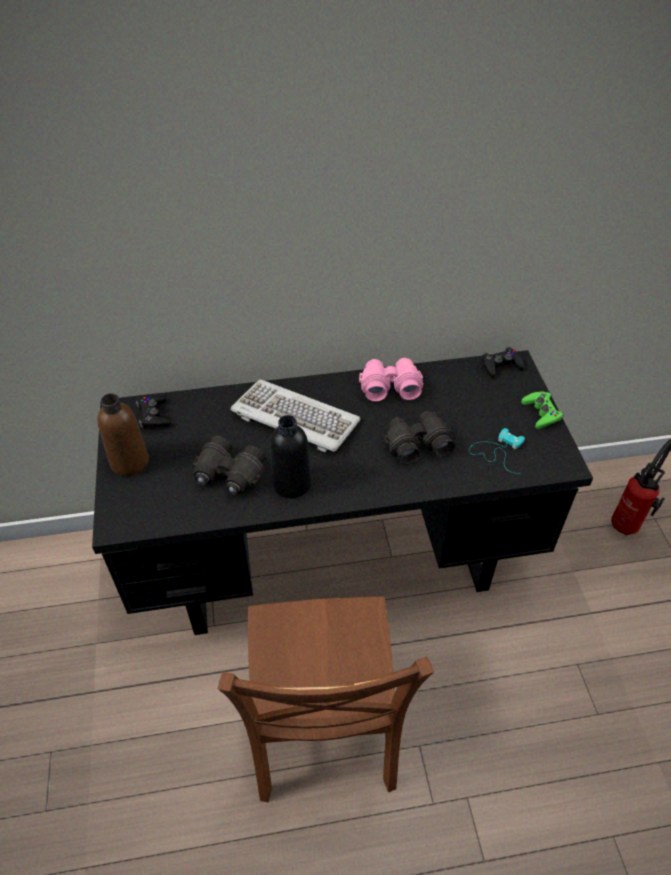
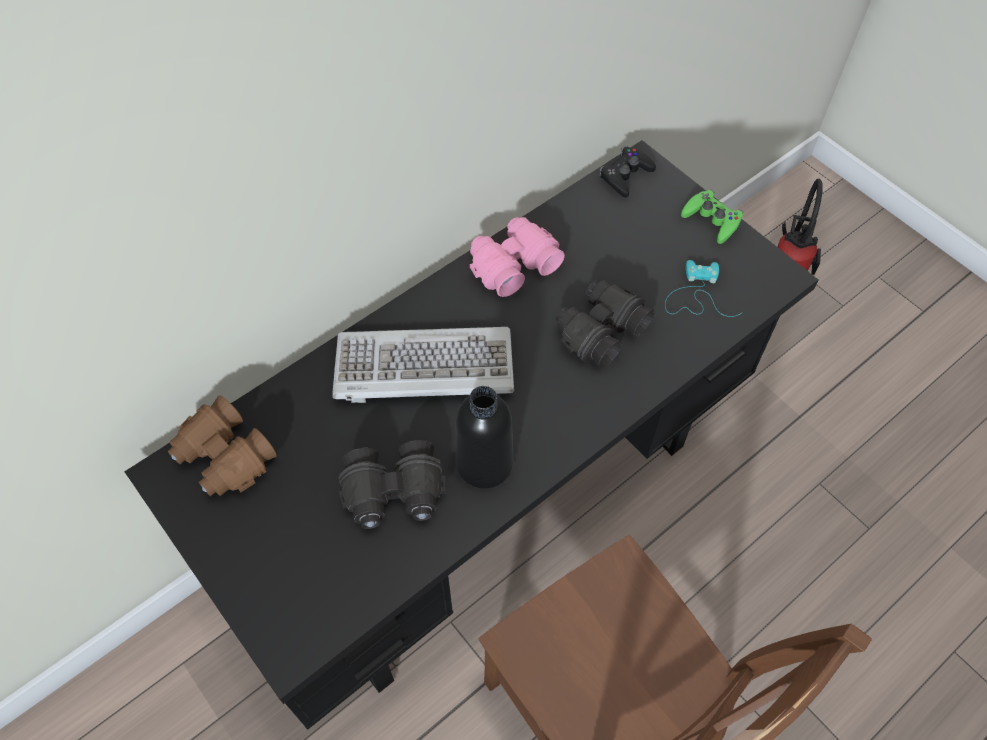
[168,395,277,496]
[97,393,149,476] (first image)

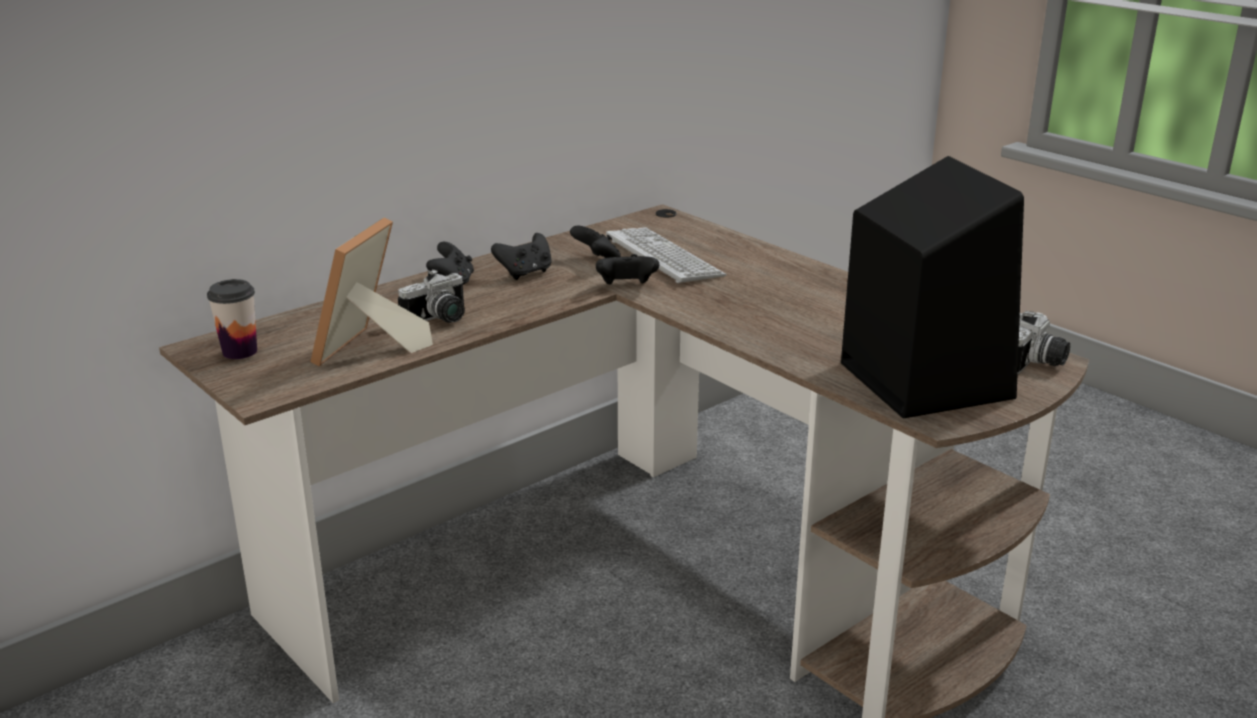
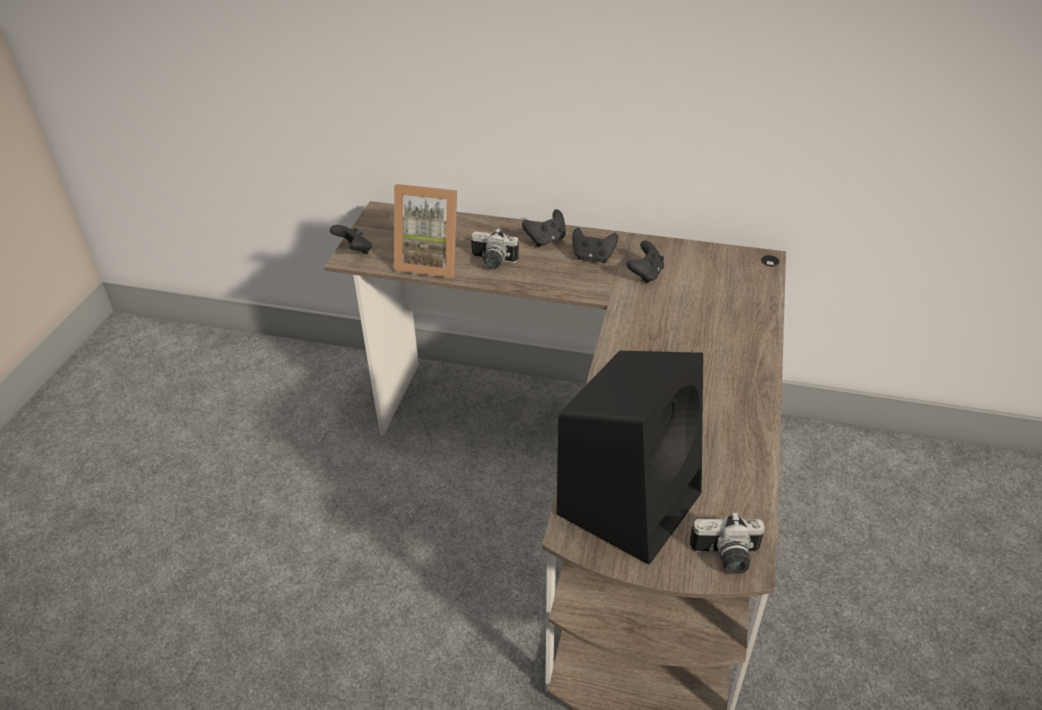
[330,225,372,254]
[394,184,457,278]
[207,279,257,359] (first image)
[606,227,726,283] (first image)

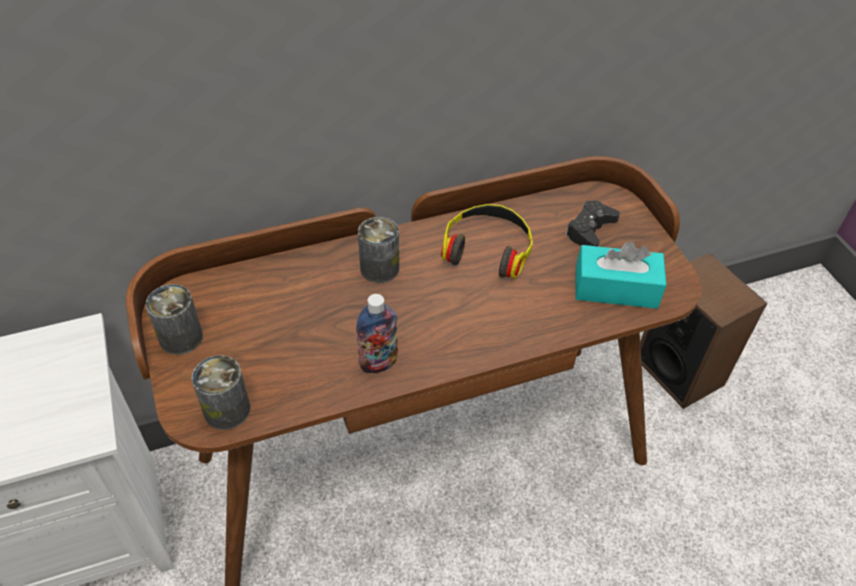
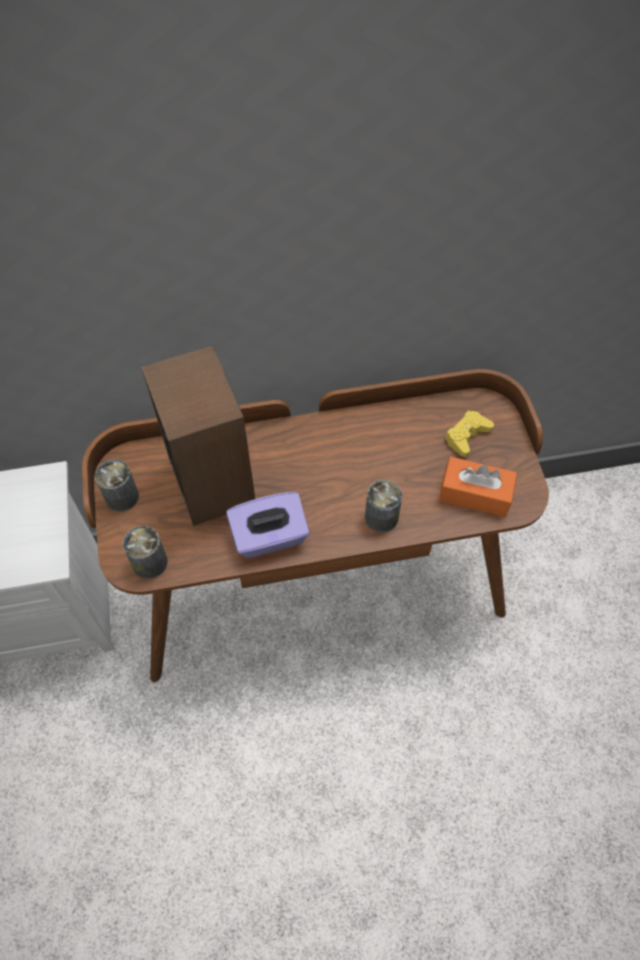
[141,346,255,526]
[226,492,309,558]
[365,480,402,532]
[439,457,517,517]
[445,410,494,457]
[441,204,533,279] (first image)

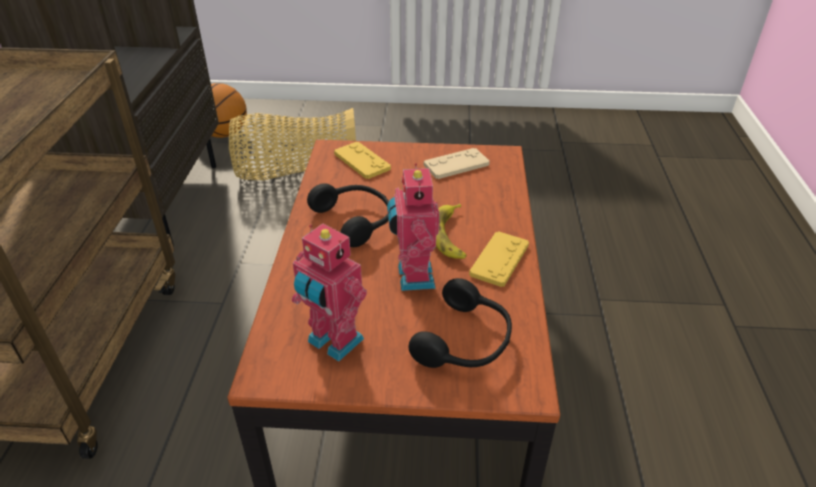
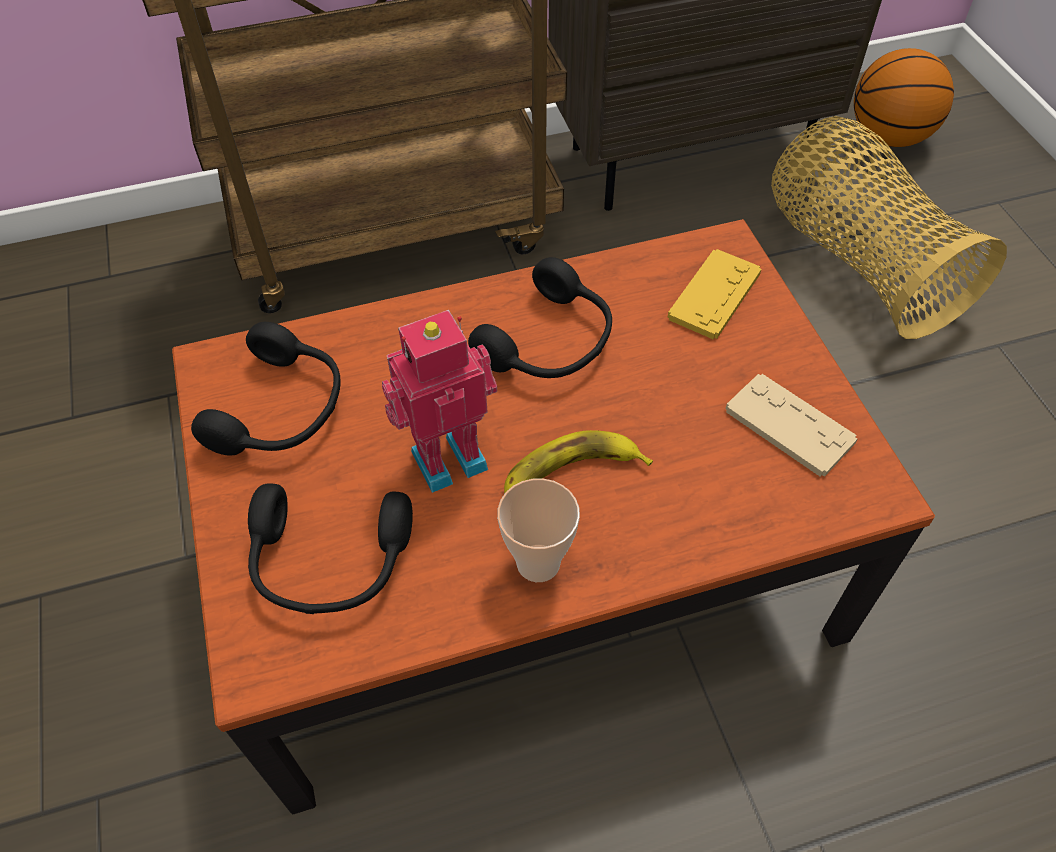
[191,322,341,456]
[497,478,580,582]

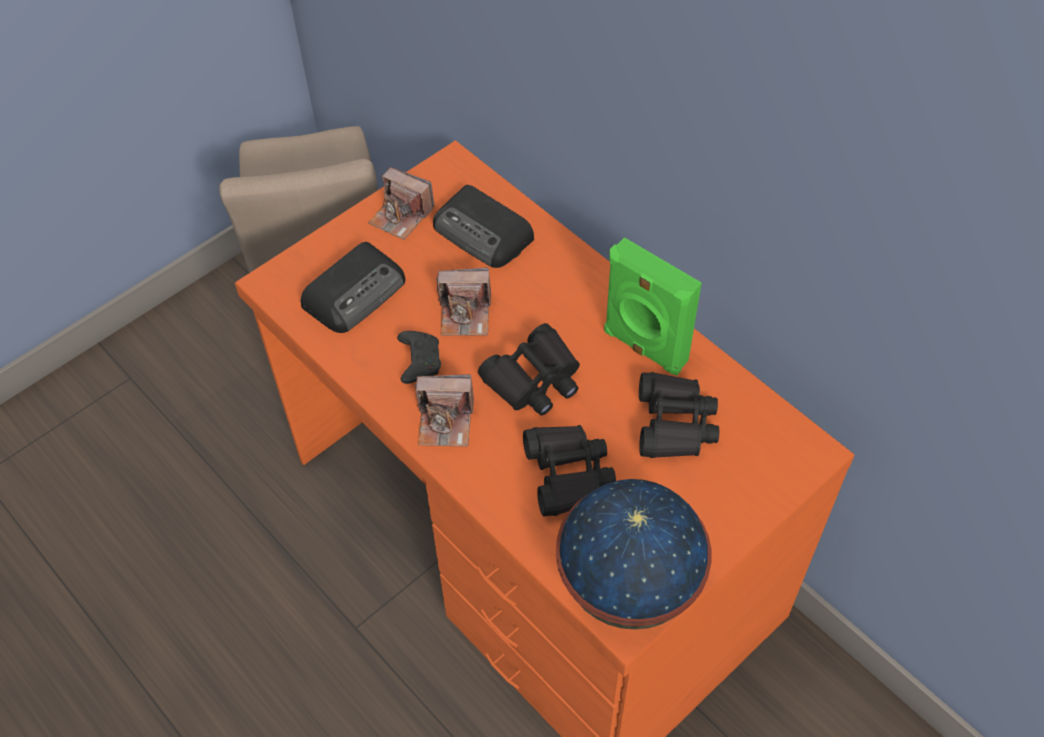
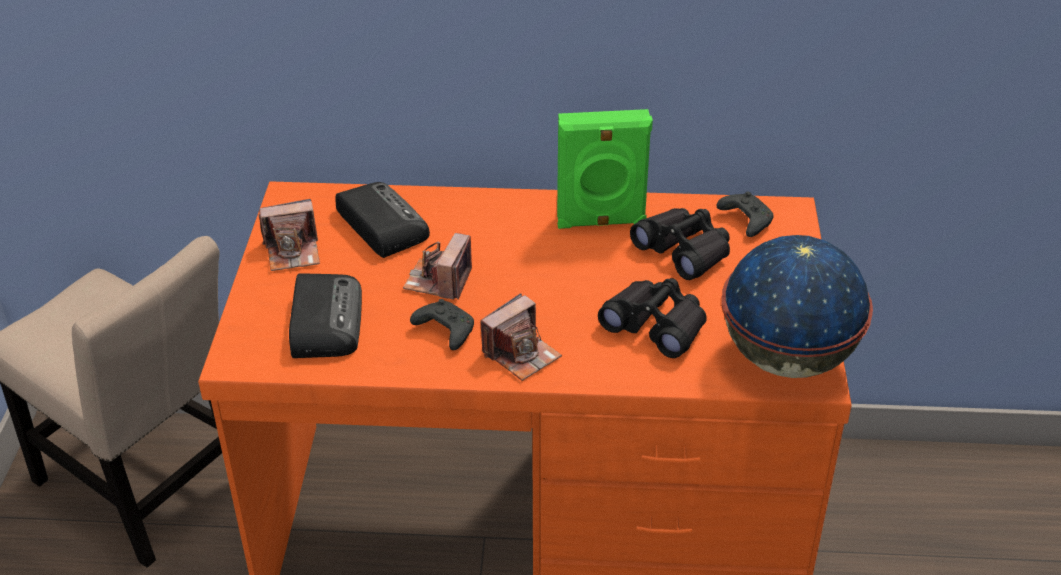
[335,182,430,258]
[403,233,472,300]
[716,191,774,237]
[478,323,580,416] (first image)

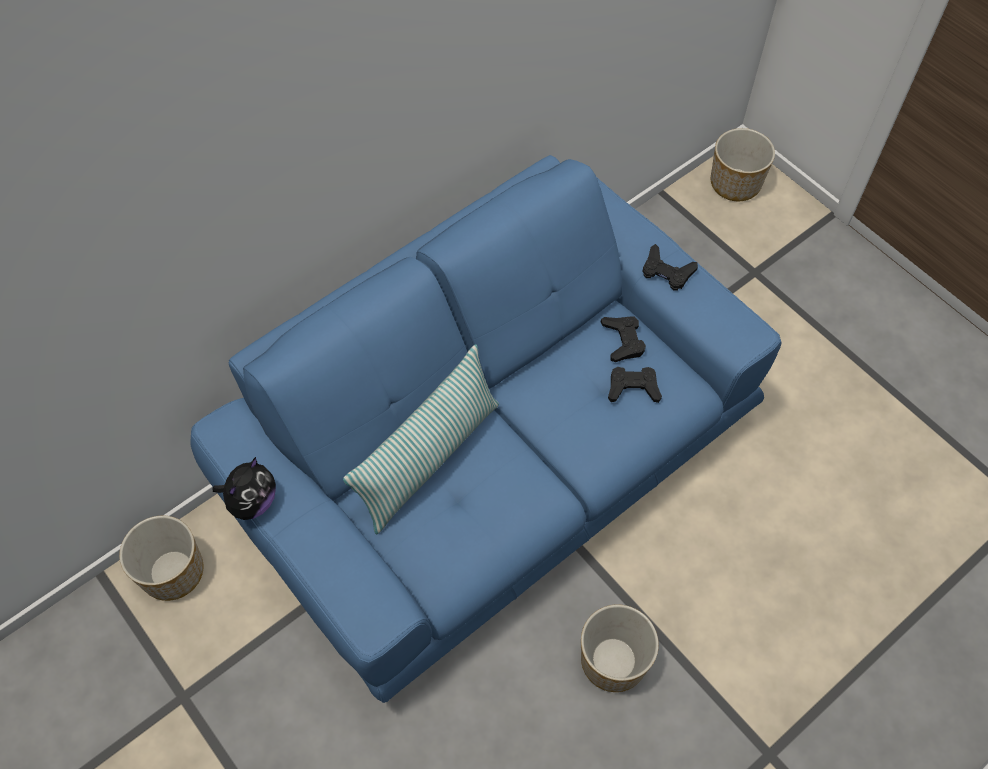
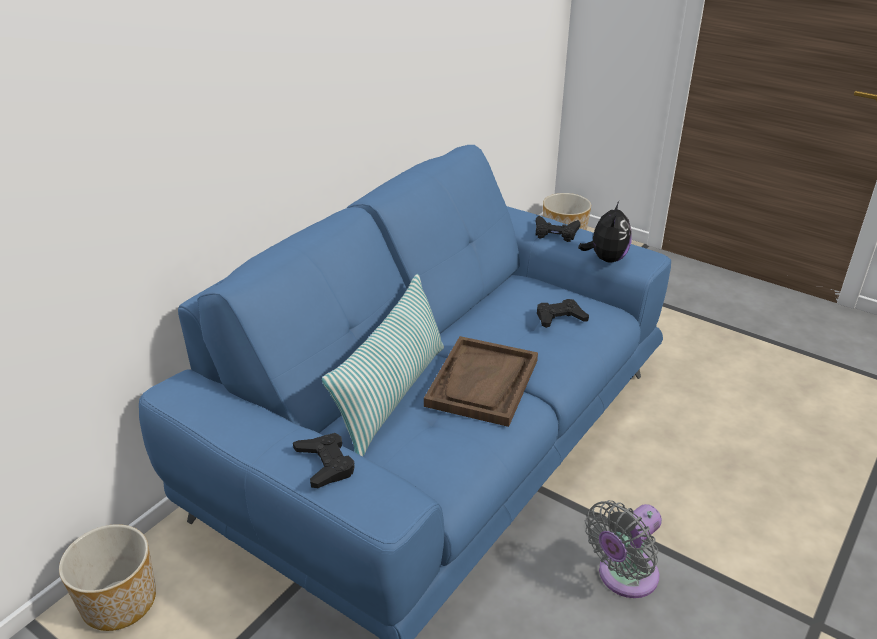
[293,433,355,488]
[424,336,538,427]
[578,201,632,263]
[585,500,662,598]

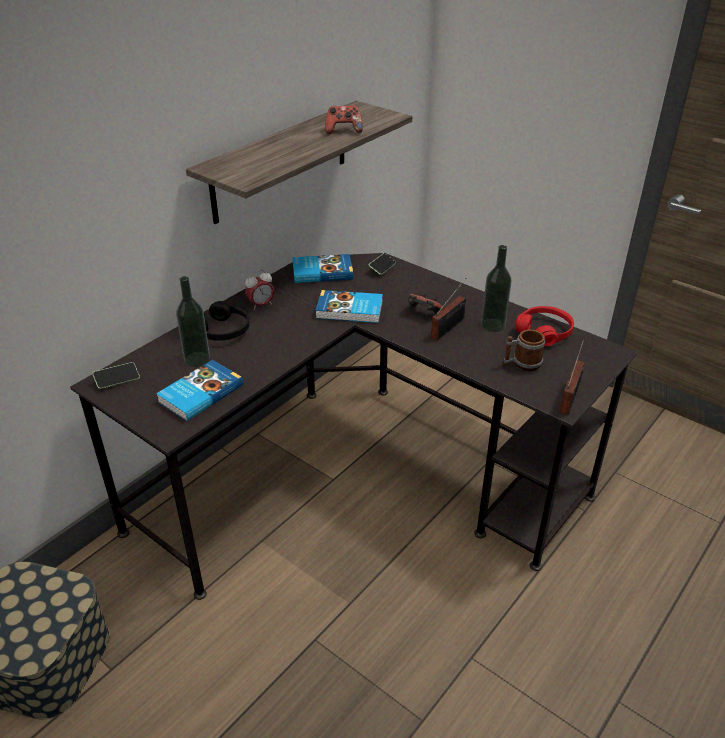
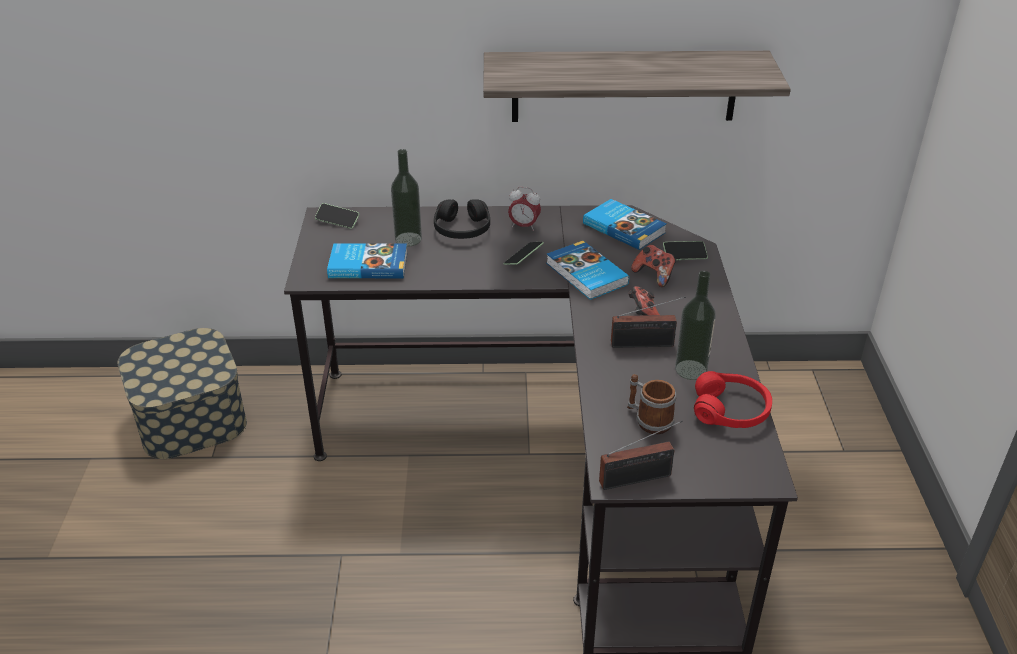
[504,242,544,265]
[631,244,676,287]

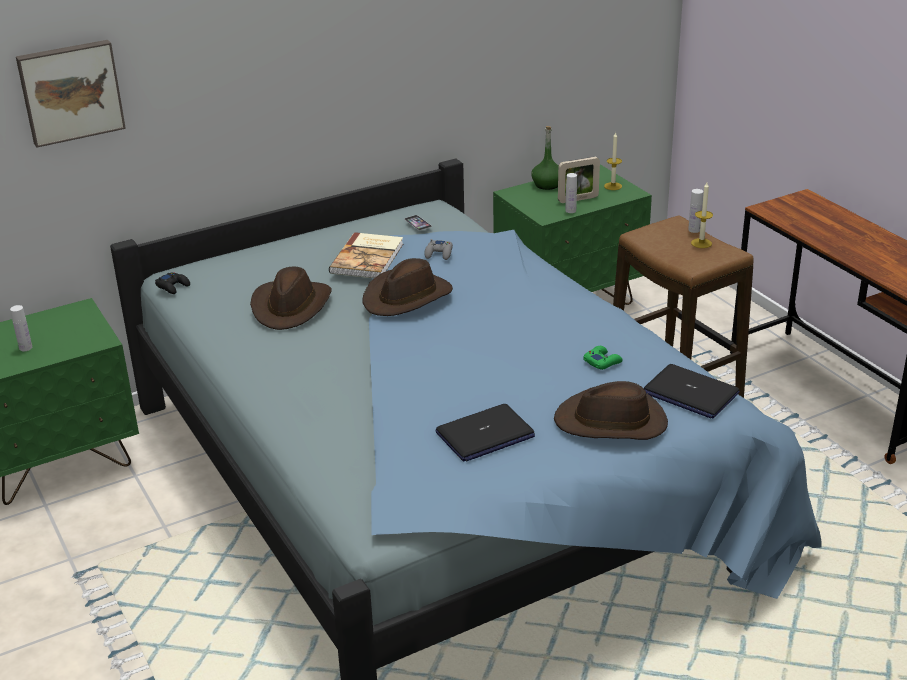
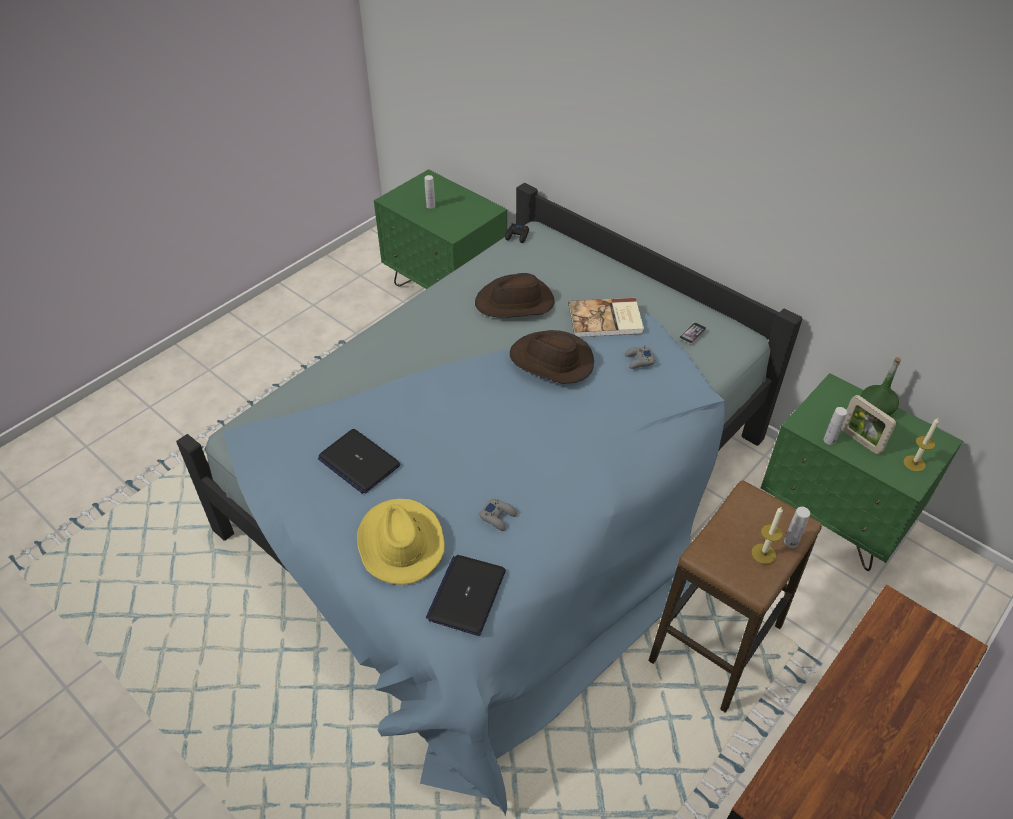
[357,499,445,585]
[479,499,517,531]
[16,40,126,147] (first image)

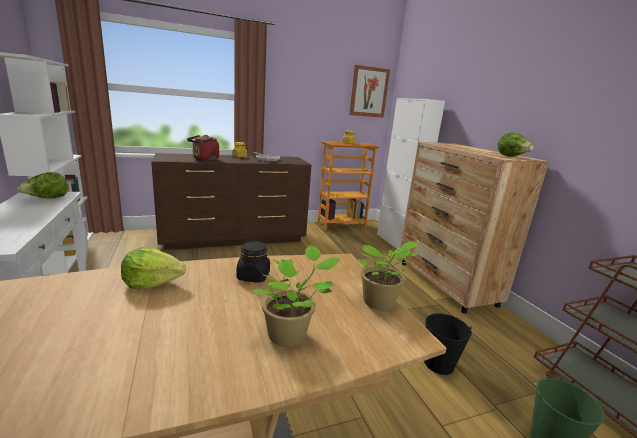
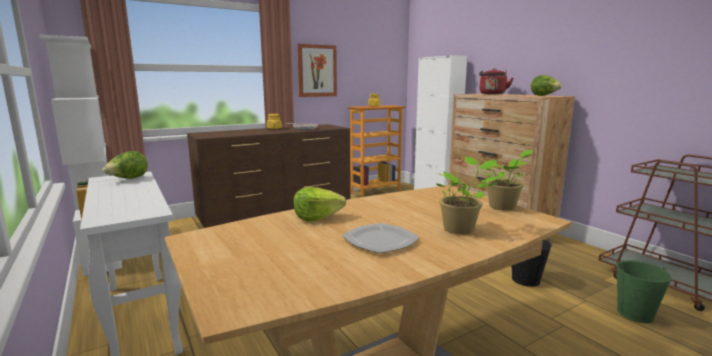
[297,44,337,97]
[342,223,420,253]
[479,68,513,94]
[236,241,270,283] (first image)

